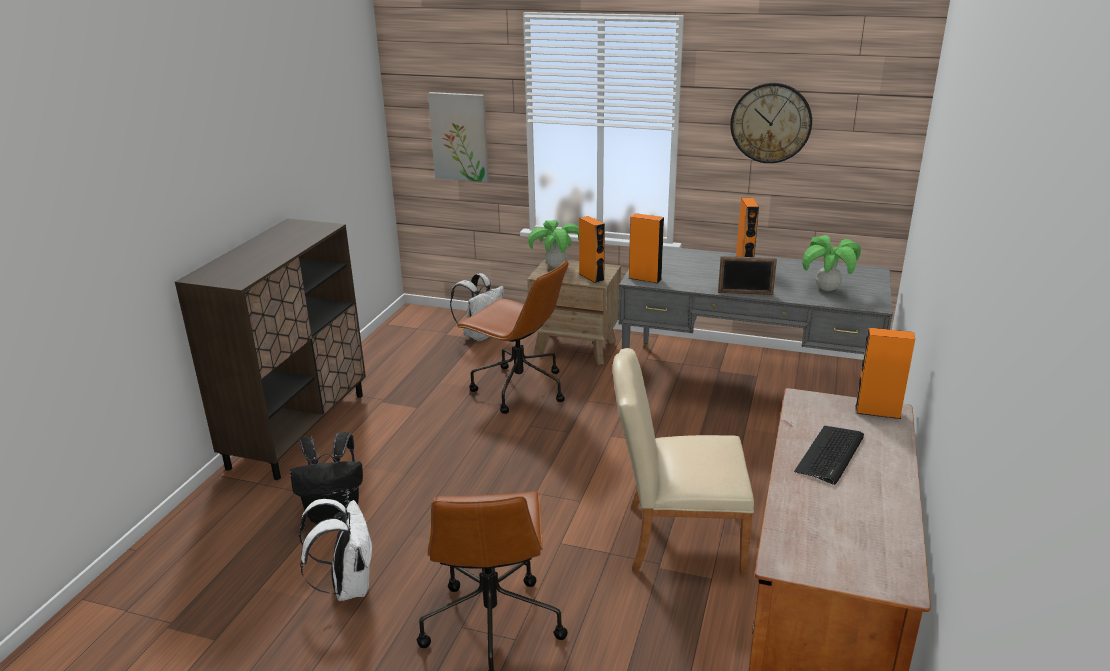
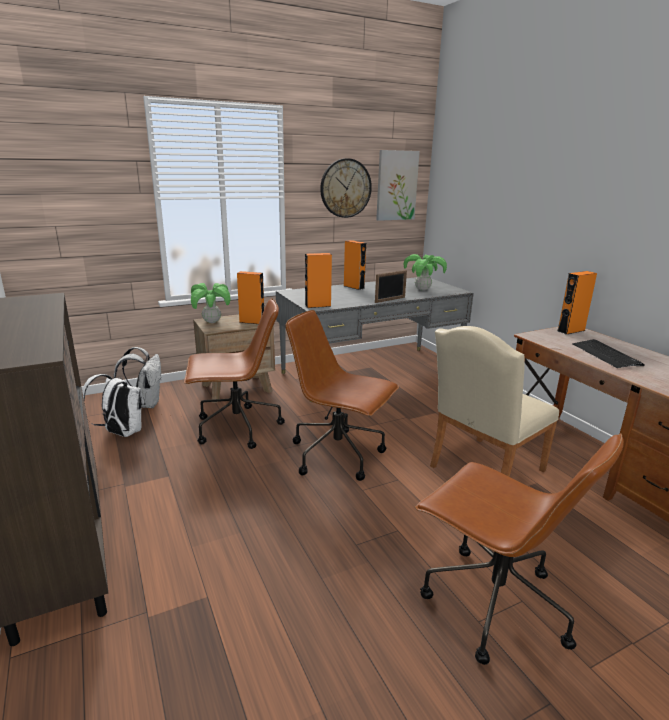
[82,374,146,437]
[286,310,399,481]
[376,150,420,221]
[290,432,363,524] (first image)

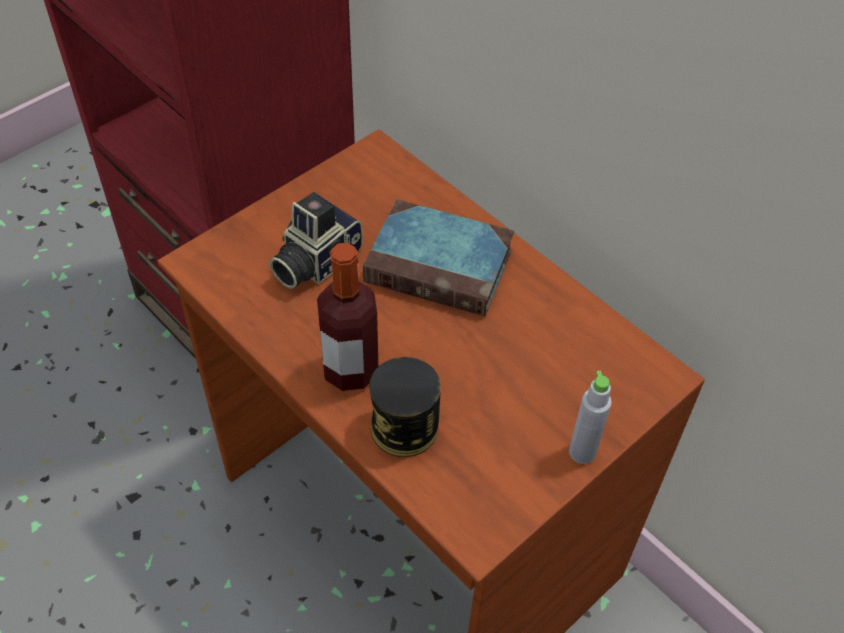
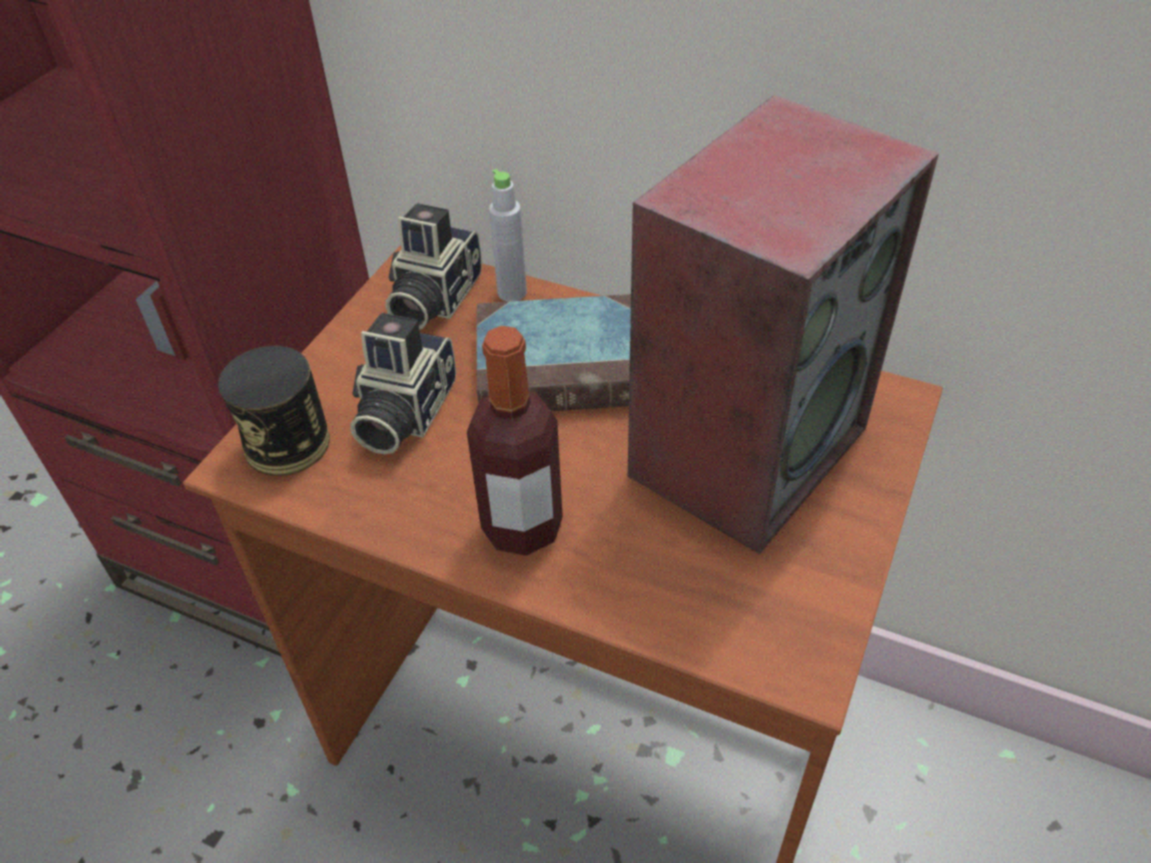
[218,346,330,476]
[385,203,482,330]
[489,169,527,301]
[628,95,939,554]

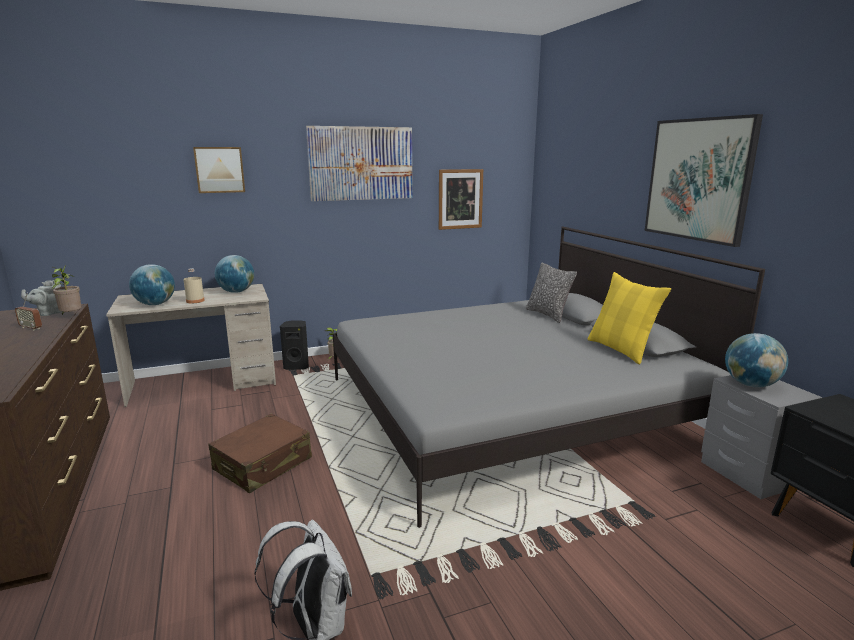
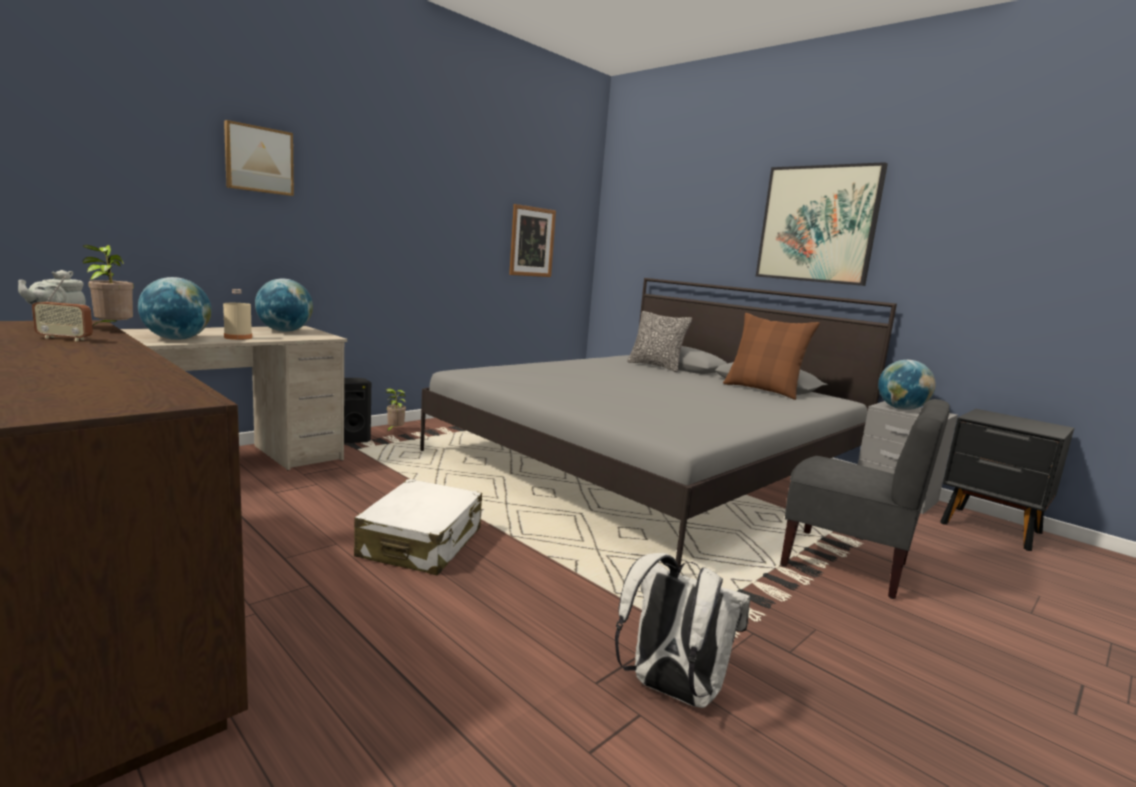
[354,479,482,575]
[723,313,820,400]
[780,399,950,599]
[306,126,413,201] (first image)

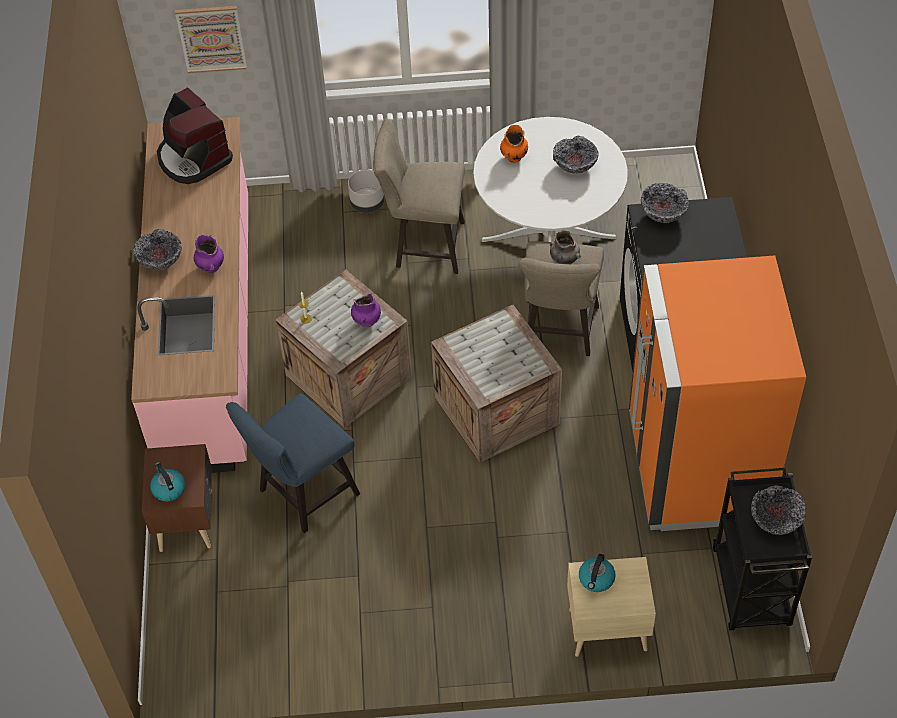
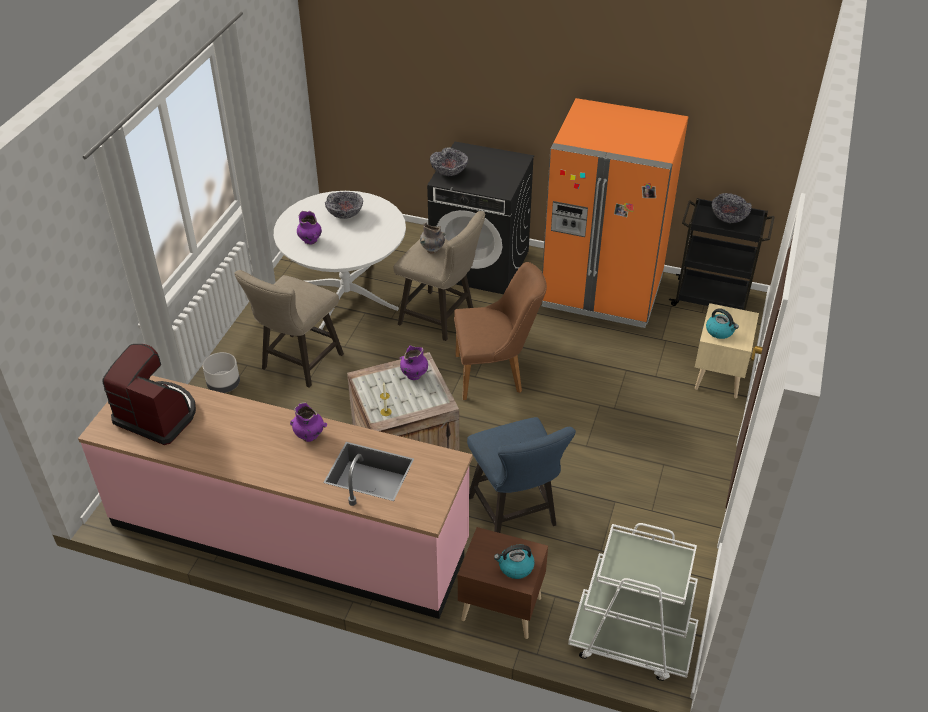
[102,344,196,445]
[297,211,322,244]
[454,262,547,400]
[568,523,698,681]
[133,229,182,270] (first image)
[175,6,247,73] (first image)

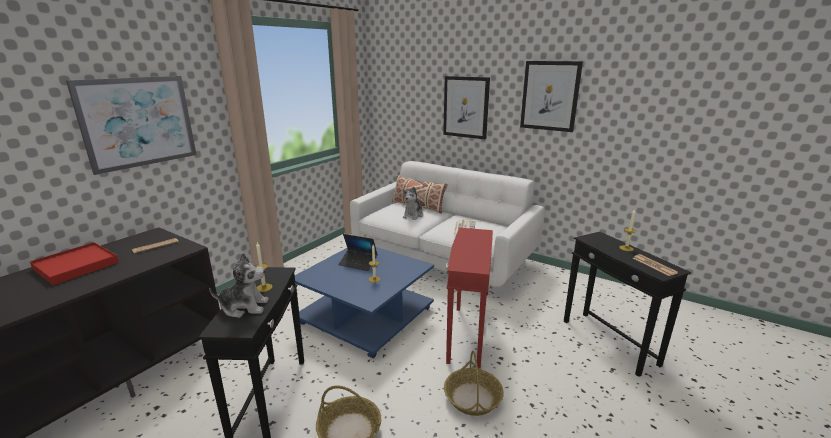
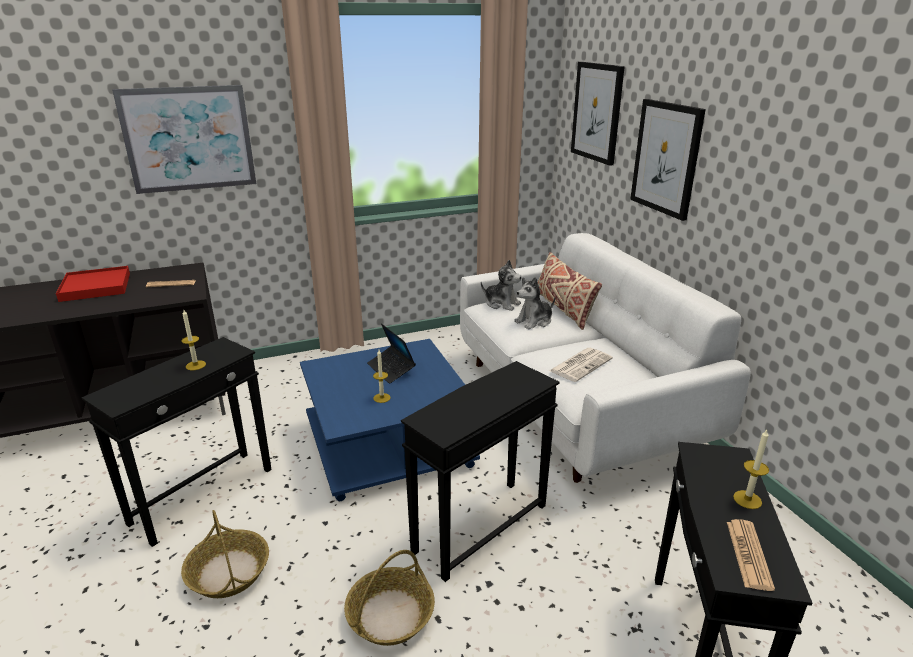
[401,361,560,582]
[481,260,522,311]
[571,62,625,166]

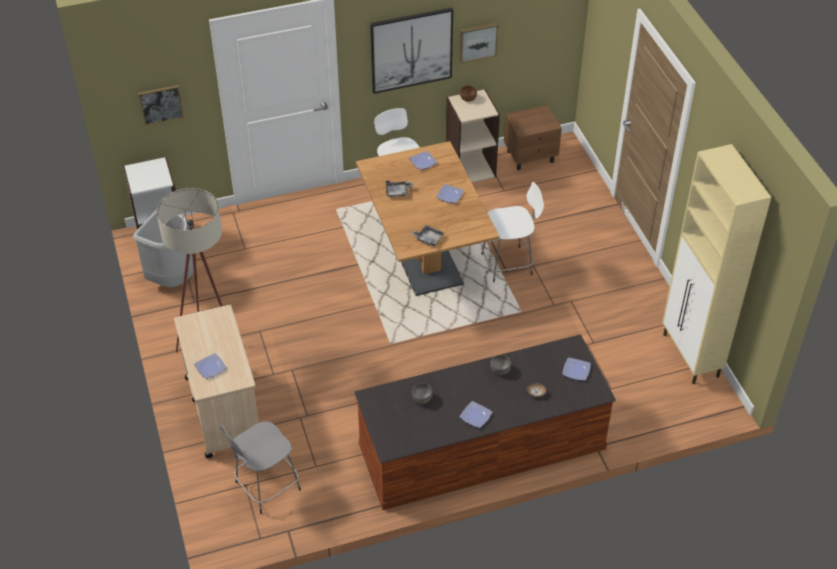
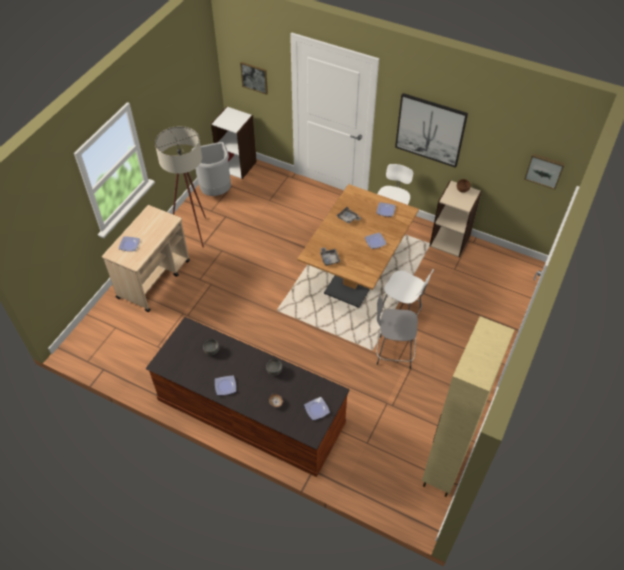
[376,294,418,369]
[524,154,565,190]
[504,105,562,170] (first image)

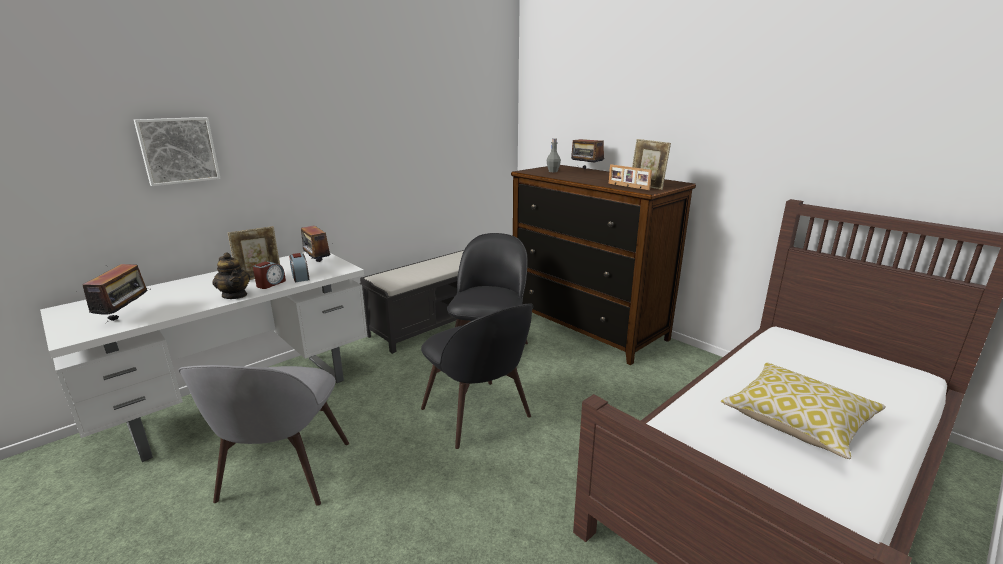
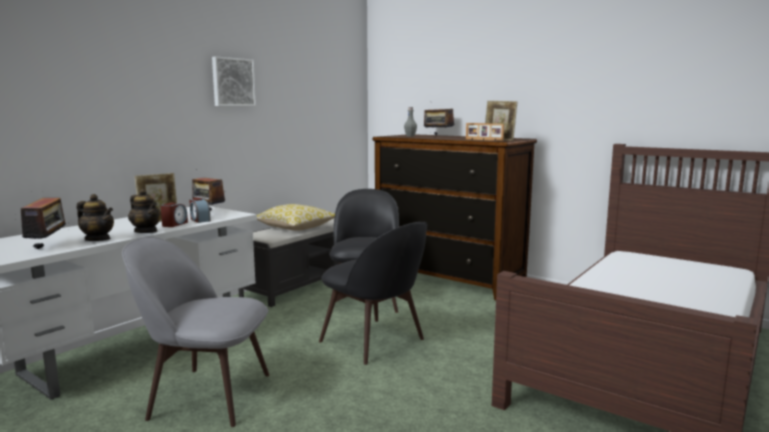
[77,194,114,241]
[122,237,269,427]
[212,56,256,106]
[257,204,335,231]

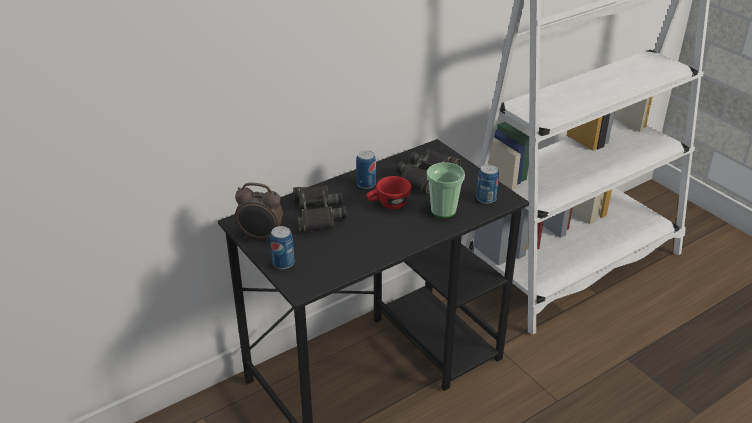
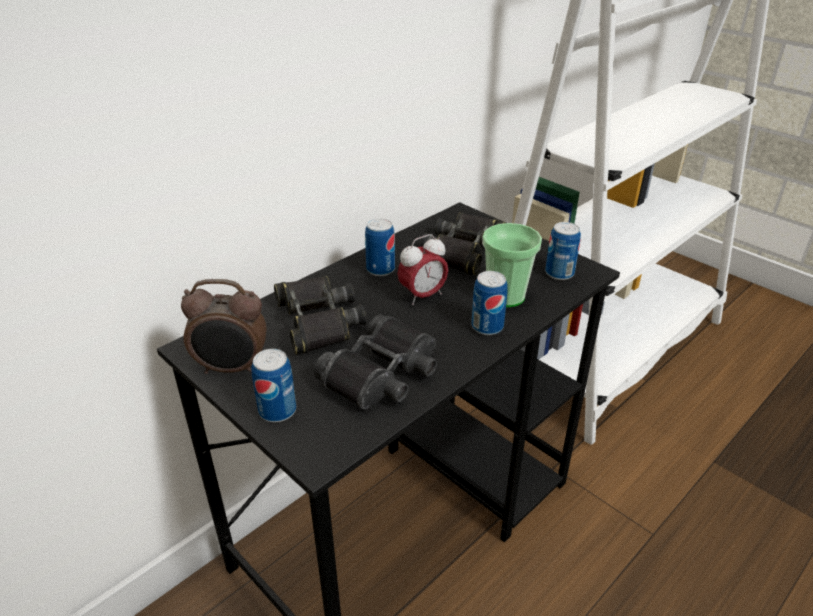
[314,314,437,409]
[398,234,448,305]
[471,271,508,335]

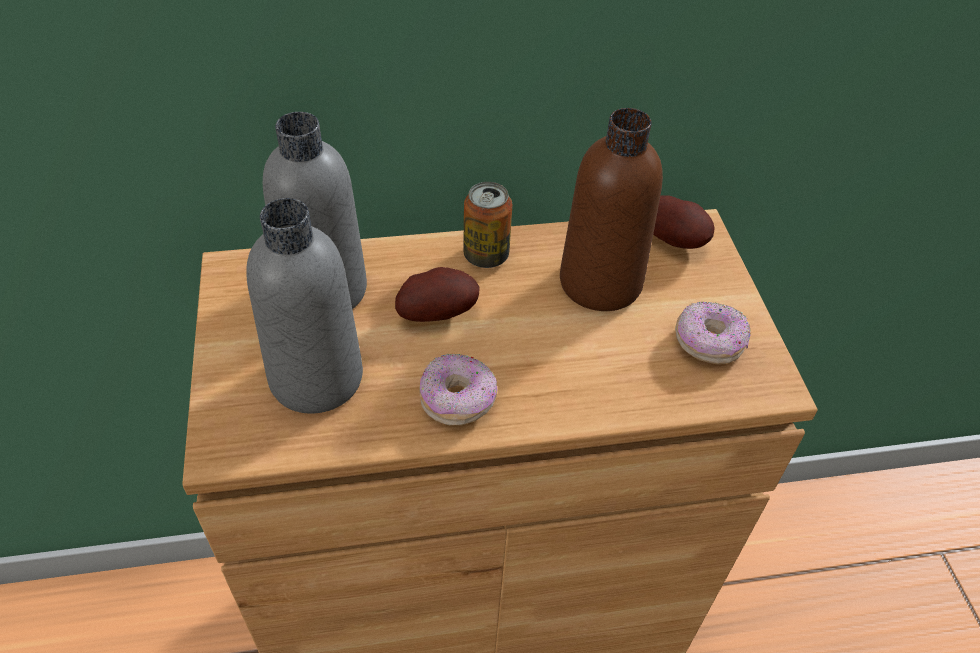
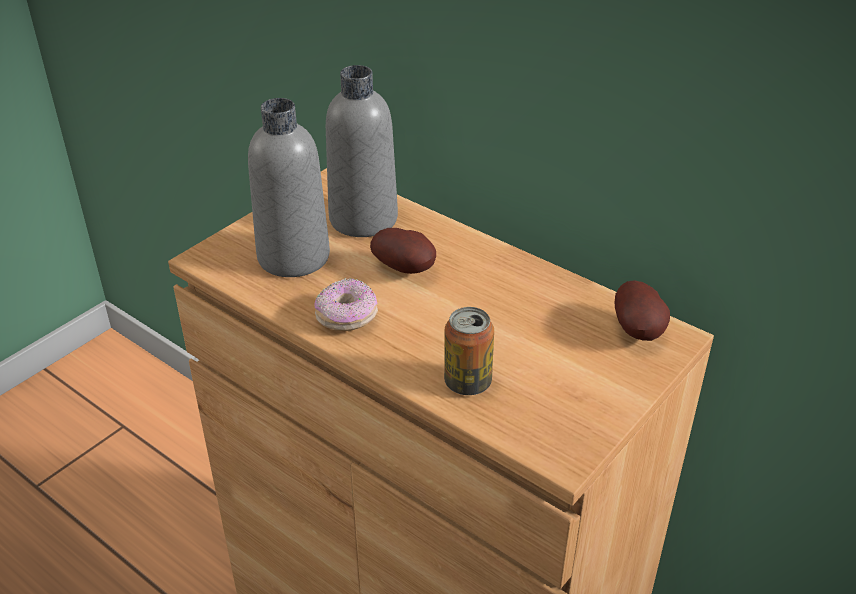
[444,307,494,395]
[560,108,663,311] (first image)
[675,302,751,364] (first image)

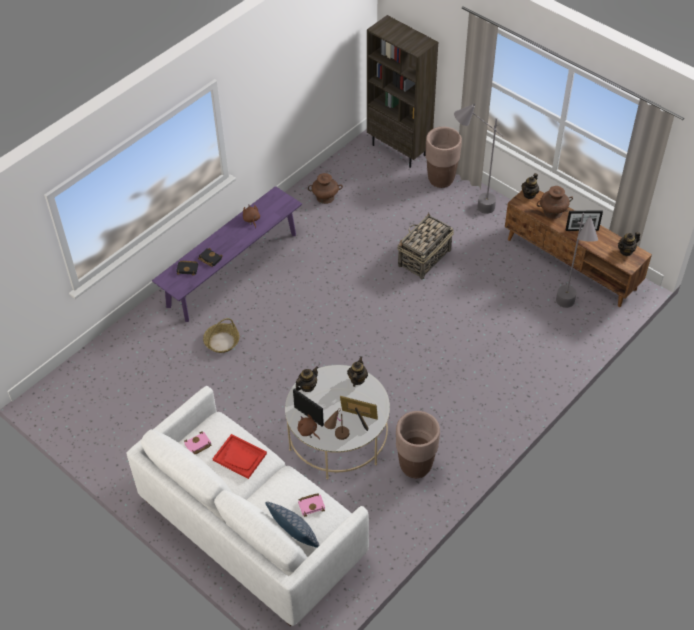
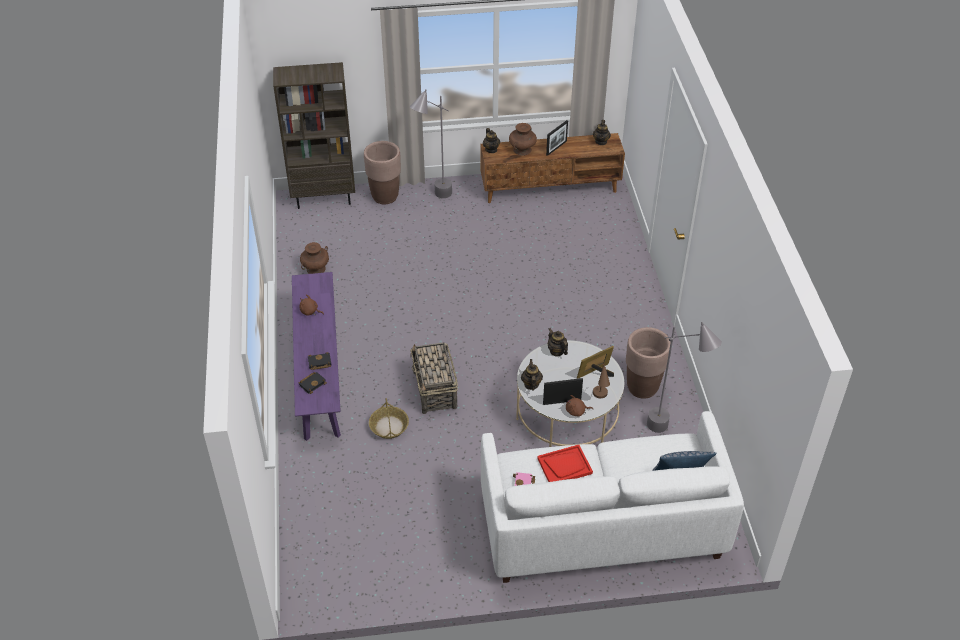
[410,342,458,414]
[647,322,722,433]
[298,493,325,517] (first image)

